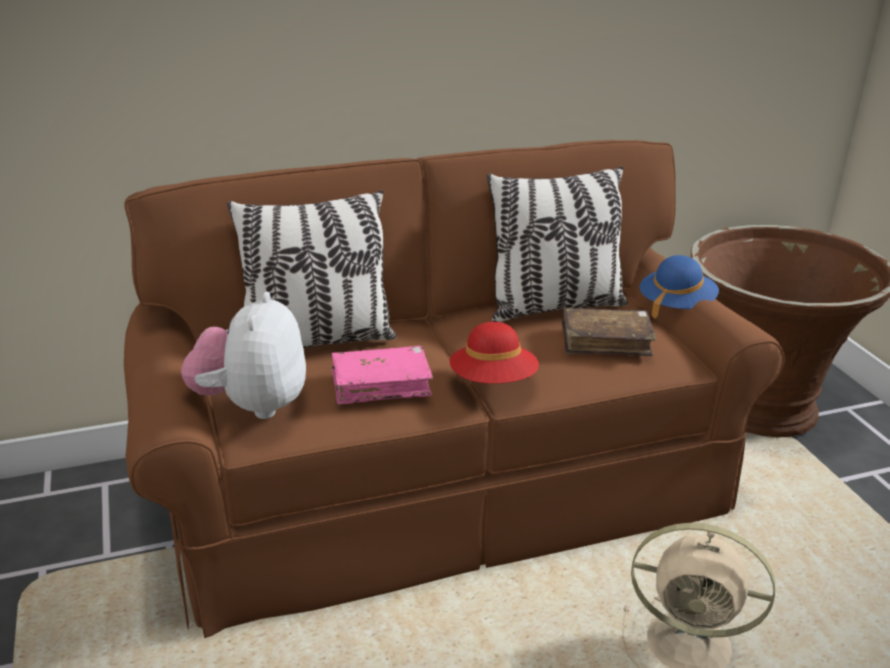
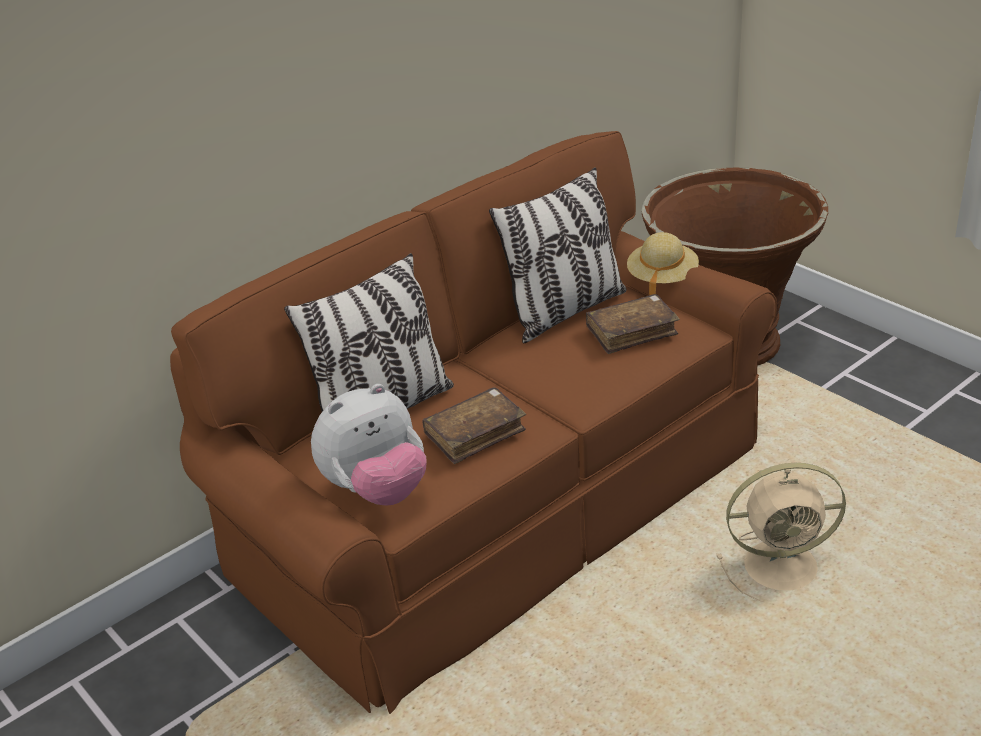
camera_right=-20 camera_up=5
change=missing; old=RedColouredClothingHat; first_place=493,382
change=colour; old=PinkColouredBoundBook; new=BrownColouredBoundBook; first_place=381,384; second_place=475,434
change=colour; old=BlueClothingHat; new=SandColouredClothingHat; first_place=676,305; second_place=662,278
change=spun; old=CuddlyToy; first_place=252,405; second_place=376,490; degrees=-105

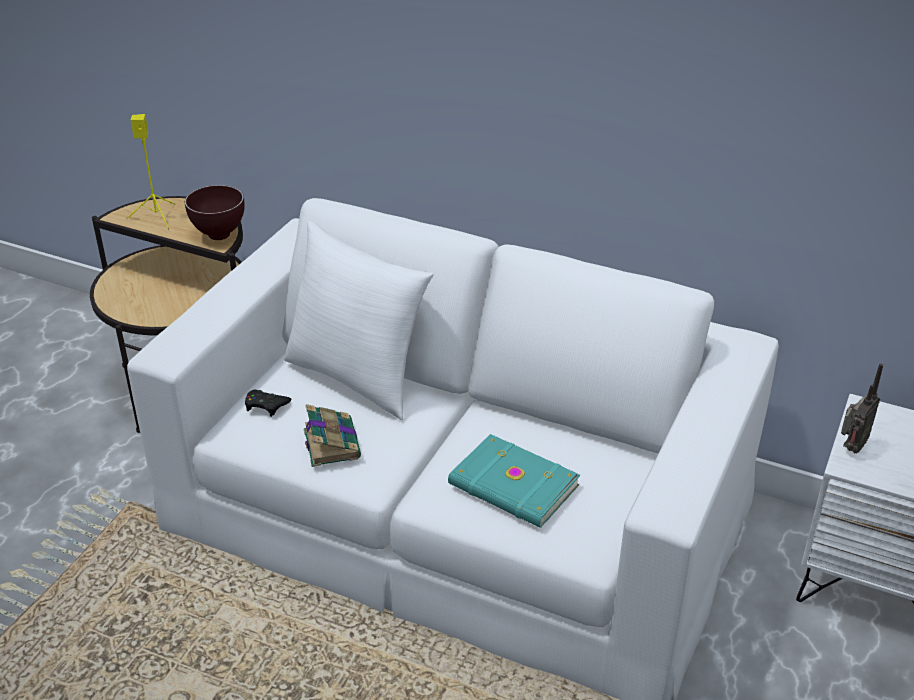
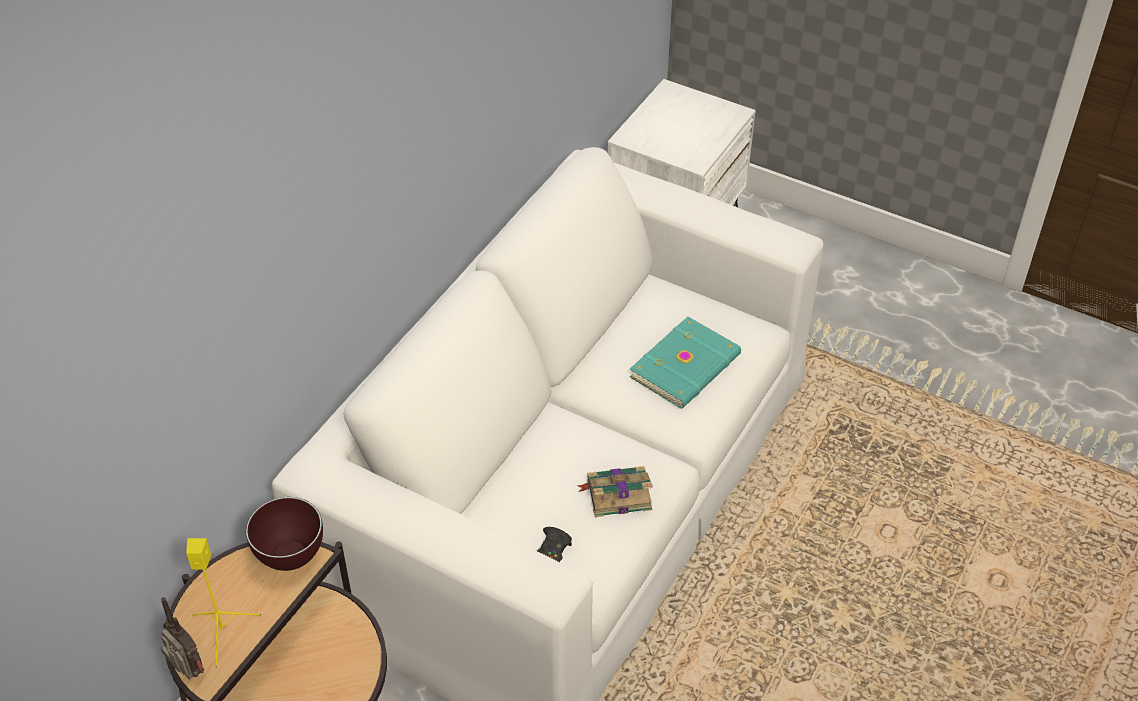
camera_right=-85 camera_up=10
change=missing; old=WhitishCushion; first_place=357,377
change=relocated; old=RadioReceiver; first_place=850,448; second_place=188,673

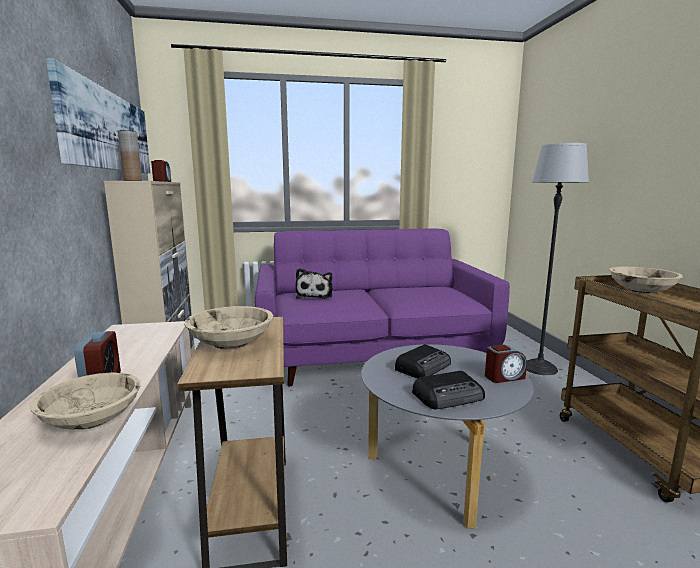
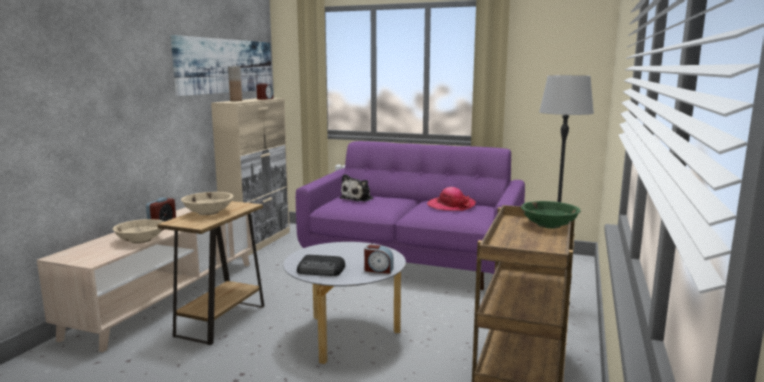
camera_right=30 camera_up=0
change=missing; old=RadioReceiver; first_place=423,366
change=appeared; new=ClothingHat; second_place=451,206
change=colour; old=SandColouredDeepDish; new=GreenDeepDish; first_place=641,291; second_place=548,225

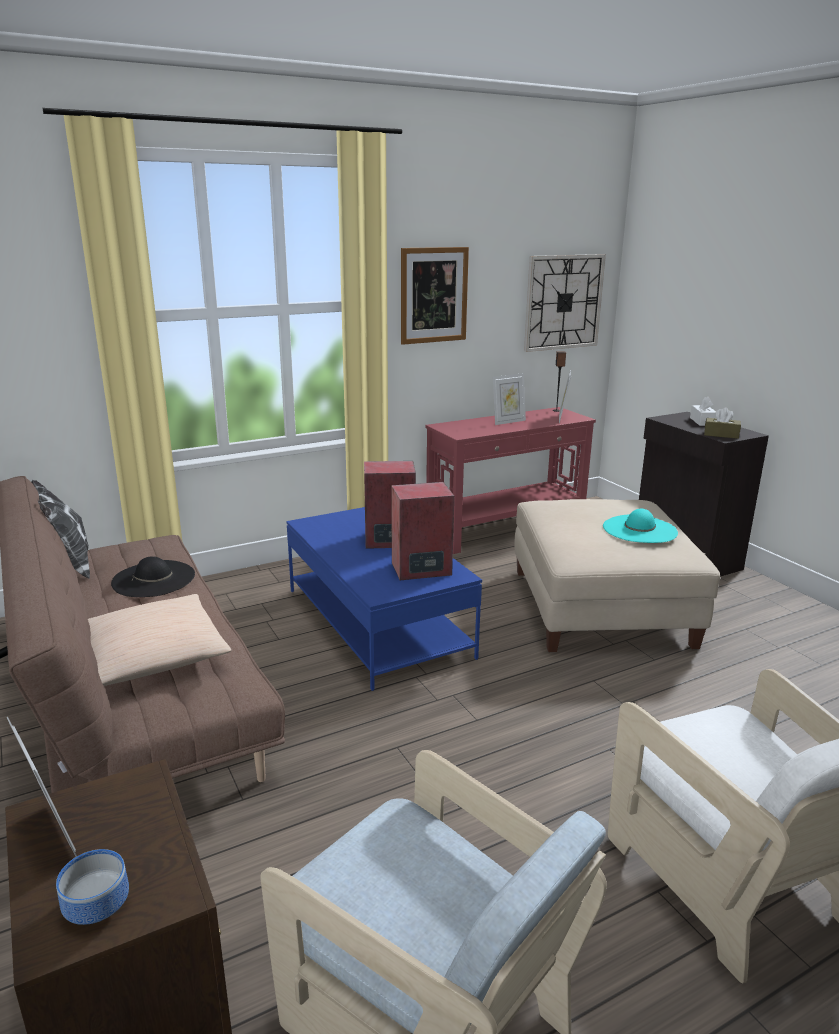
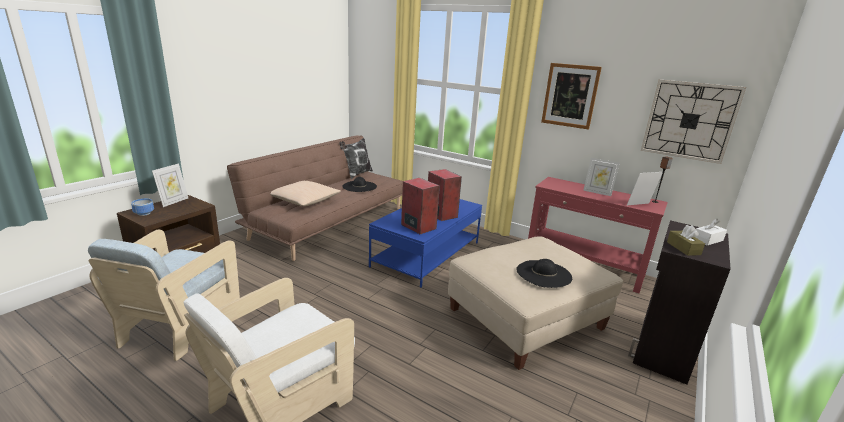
camera_right=60 camera_up=0
change=colour; old=TurquoiseColouredClothingHat; new=BlackClothingHat; first_place=640,529; second_place=543,273

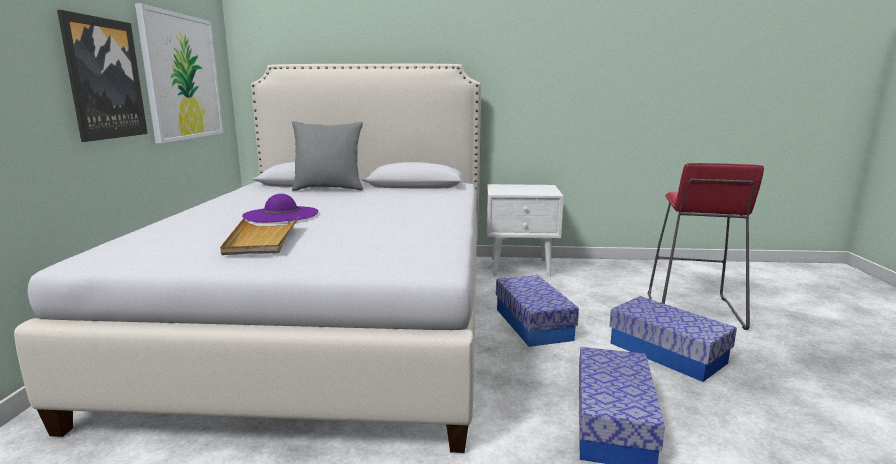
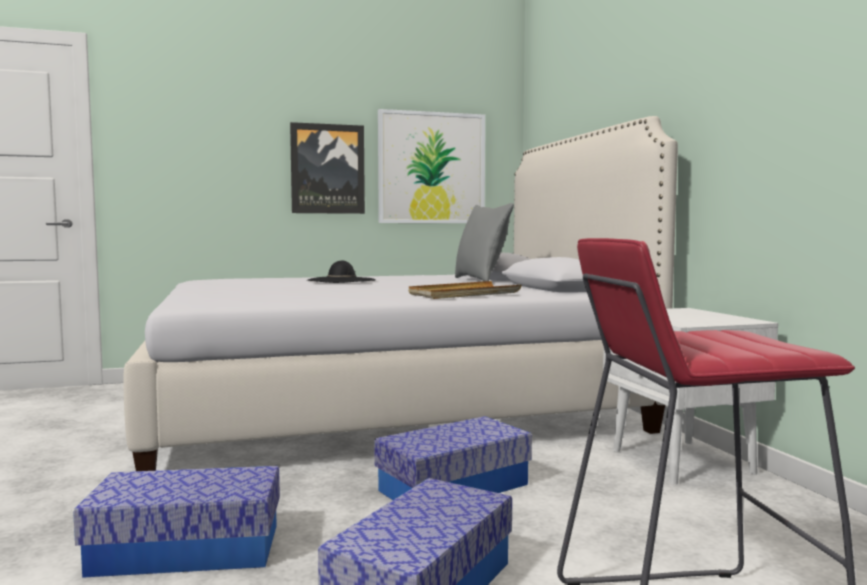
camera_right=70 camera_up=-10
change=relocated; old=SandColouredServingTray; first_place=262,239; second_place=463,294
change=colour; old=PurpleClothingHat; new=BlackClothingHat; first_place=281,214; second_place=341,280

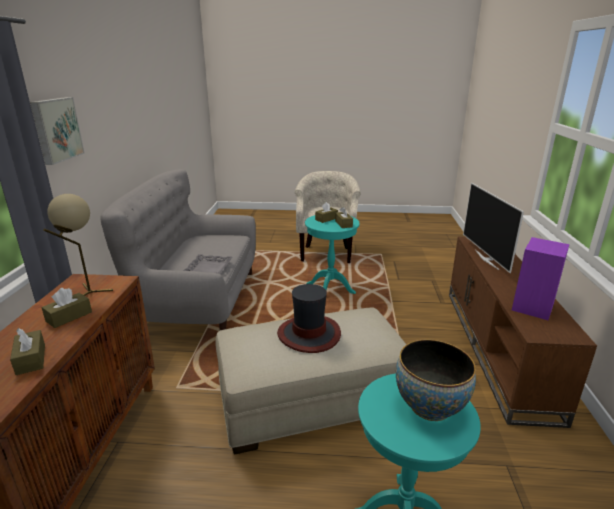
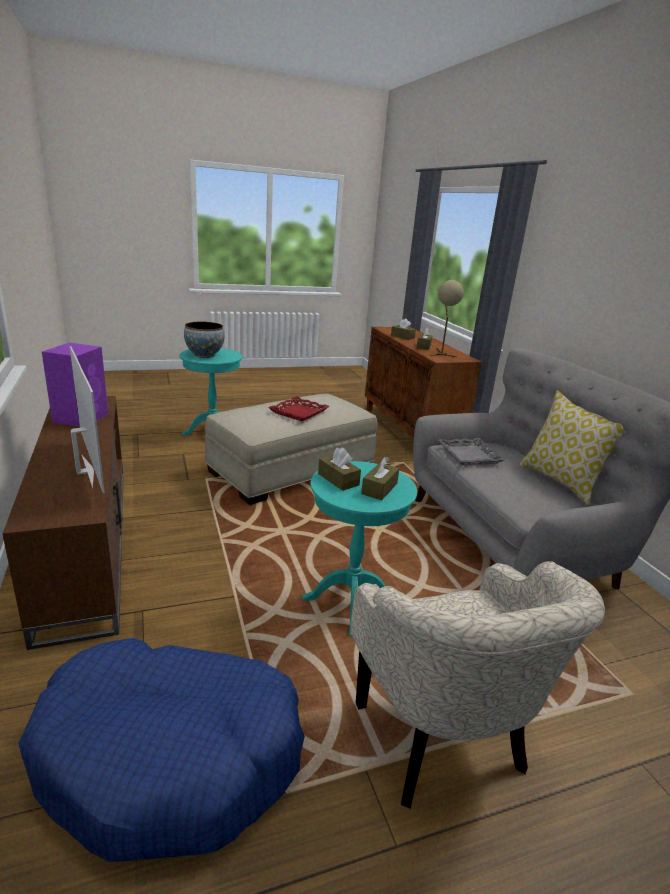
camera_right=155 camera_up=0
change=missing; old=Picture; first_place=56,129
change=appeared; new=BluePetBed; second_place=171,755
change=appeared; new=Cushion; second_place=561,482
change=exchanged; old=ClothingHat; new=RedColouredServingTray; first_place=309,334; second_place=298,412

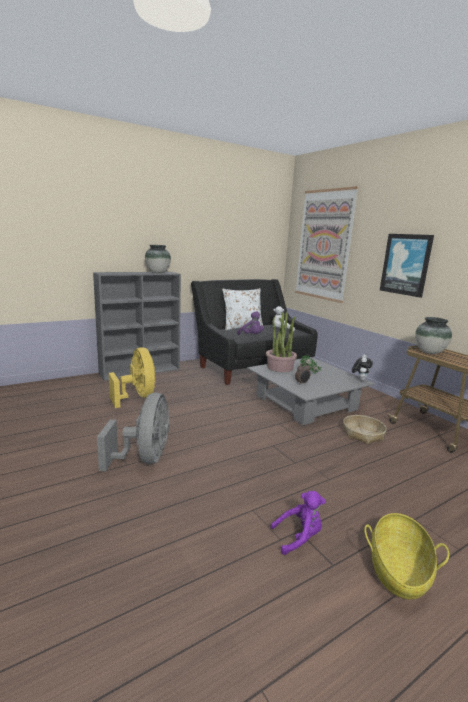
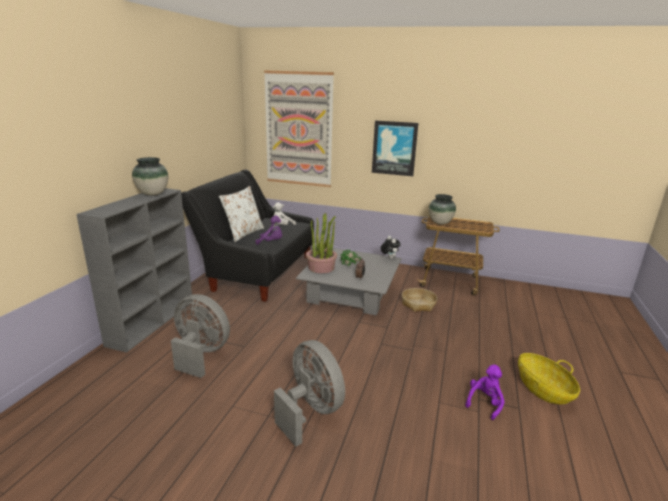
camera_right=-40 camera_up=5
change=colour; old=YellowColouredElectricFan; new=GrayElectricFan; first_place=137,397; second_place=200,354

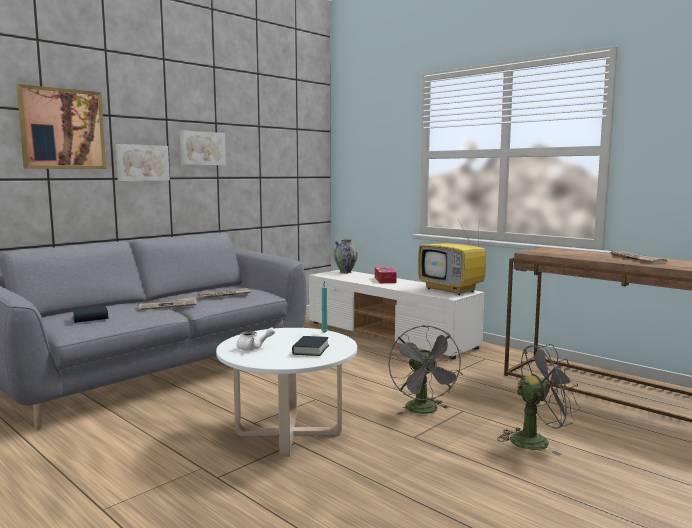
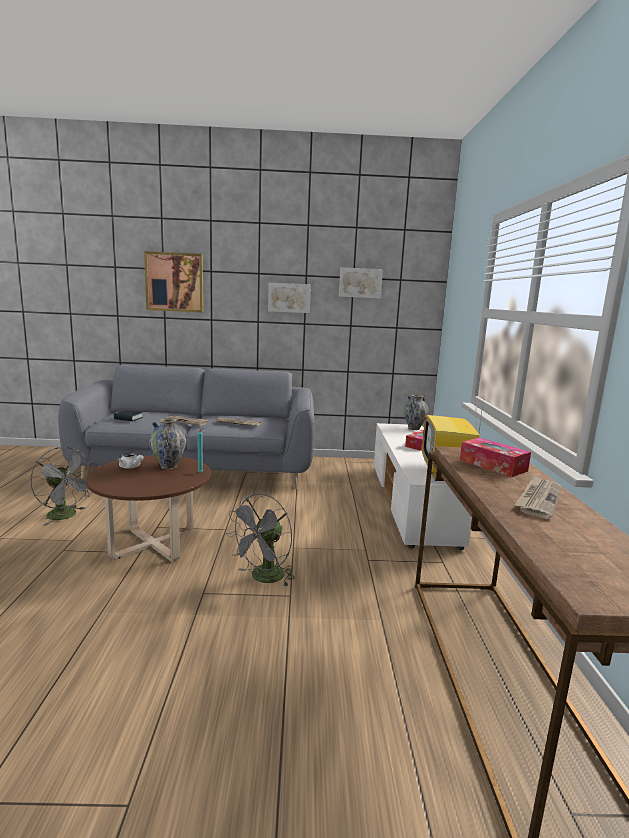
camera_right=45 camera_up=5
change=missing; old=BoundBook; first_place=310,350
change=appeared; new=Vase; second_place=168,466
change=appeared; new=BoxOfTissues; second_place=493,465
change=relocated; old=Picture; first_place=142,163; second_place=360,283
change=relocated; old=GrayElectricFan; first_place=536,440; second_place=66,516
change=colour; old=WhitishLowTable; new=BrownColouredLowTable; first_place=289,433; second_place=153,544

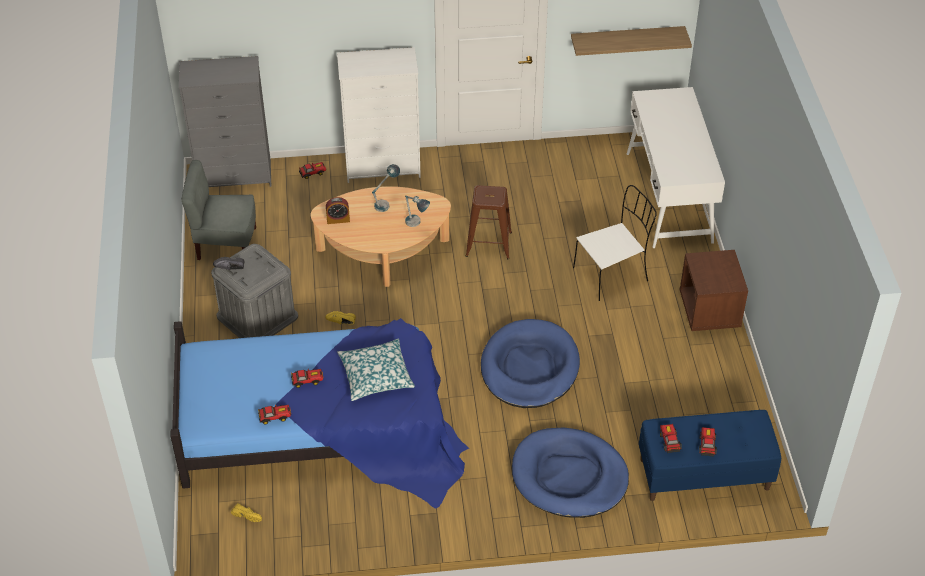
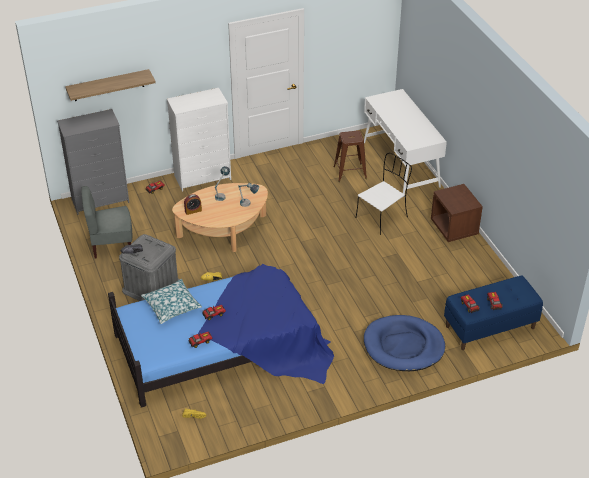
camera_right=-15 camera_up=-5
change=missing; old=BluePetBed; first_place=529,367
change=relocated; old=Cushion; first_place=376,375; second_place=171,306
change=relocated; old=BrownColouredStoolSeat; first_place=488,244; second_place=350,172
change=relocated; old=WallShelf; first_place=627,40; second_place=108,85

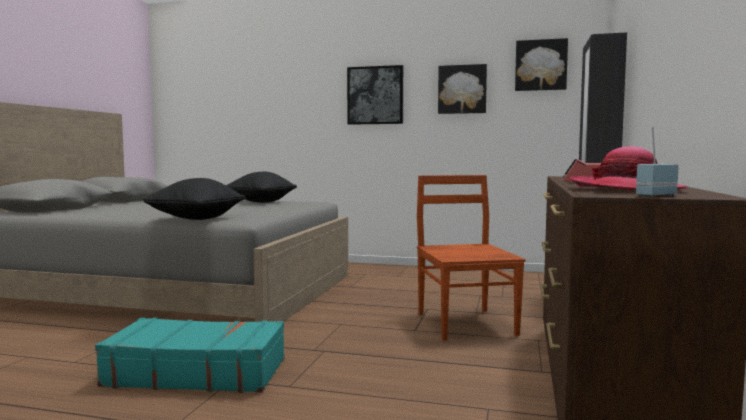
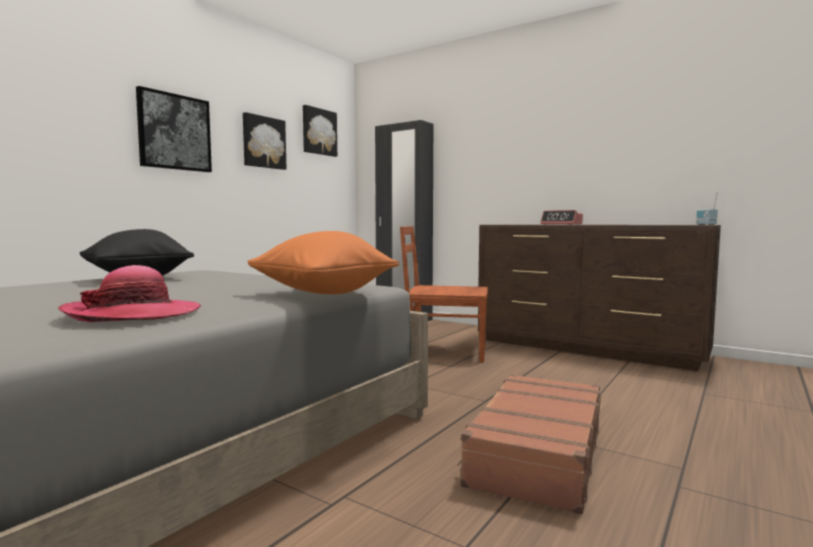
camera_right=-70 camera_up=0
change=relocated; old=ClothingHat; first_place=625,189; second_place=134,315
change=colour; old=TurquoiseColouredTravelCase; new=BrownColouredTravelCase; first_place=196,372; second_place=536,454
change=colour; old=BlackCushion; new=OrangeColouredCushion; first_place=196,219; second_place=324,294

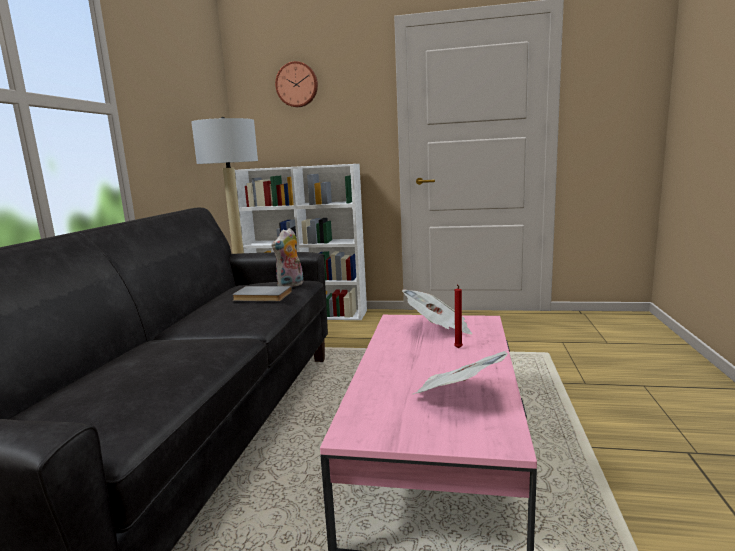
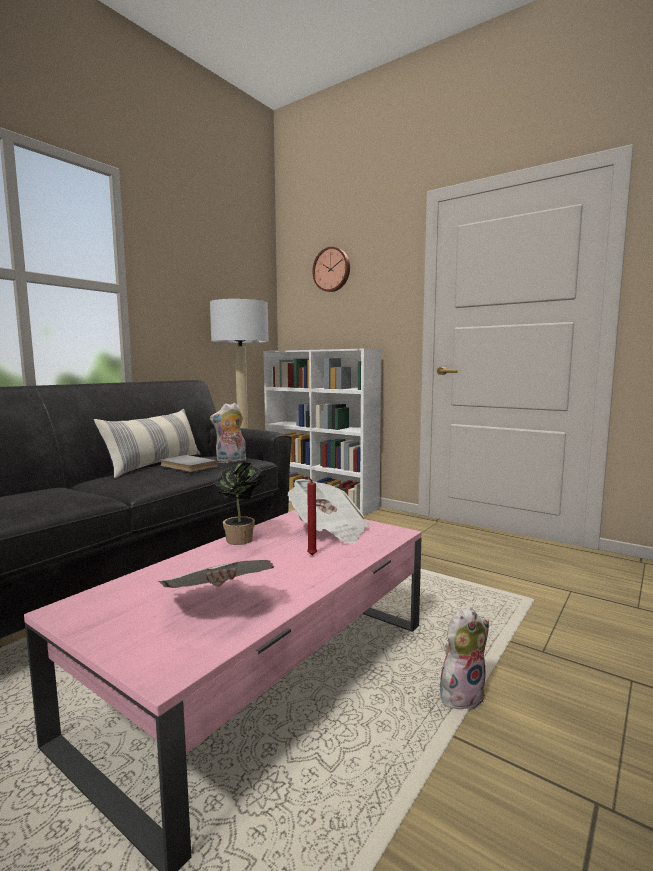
camera_right=25 camera_up=-5
change=appeared; new=Cushion; second_place=155,465
change=appeared; new=PlantInAPot; second_place=242,541
change=appeared; new=CuddlyToy; second_place=461,695

